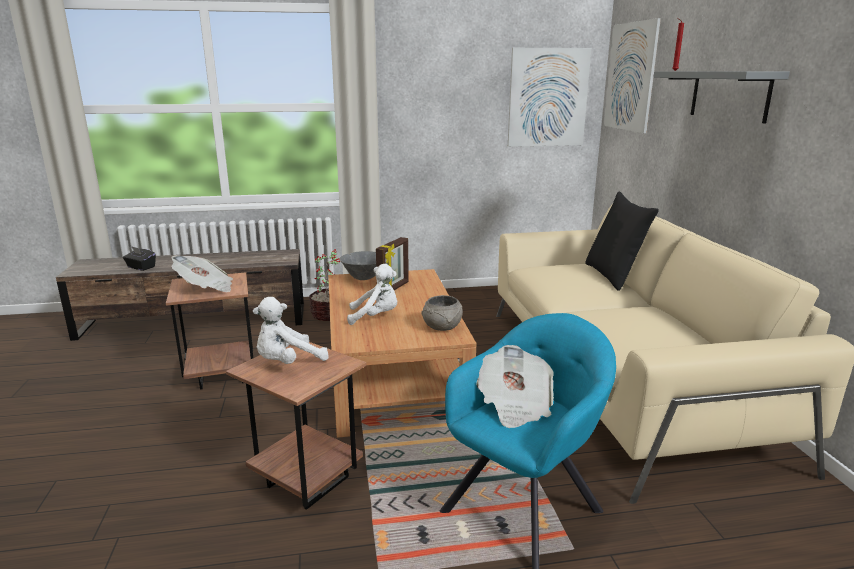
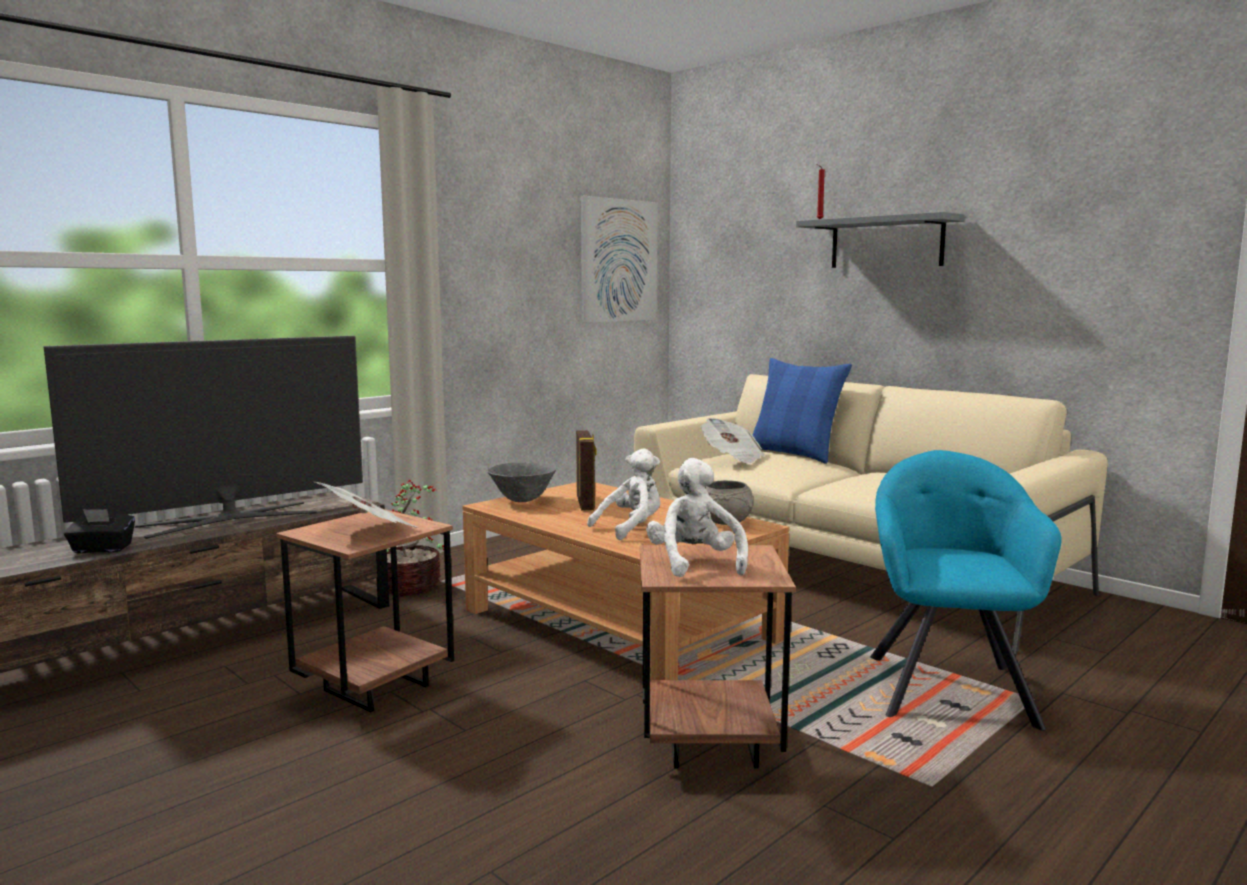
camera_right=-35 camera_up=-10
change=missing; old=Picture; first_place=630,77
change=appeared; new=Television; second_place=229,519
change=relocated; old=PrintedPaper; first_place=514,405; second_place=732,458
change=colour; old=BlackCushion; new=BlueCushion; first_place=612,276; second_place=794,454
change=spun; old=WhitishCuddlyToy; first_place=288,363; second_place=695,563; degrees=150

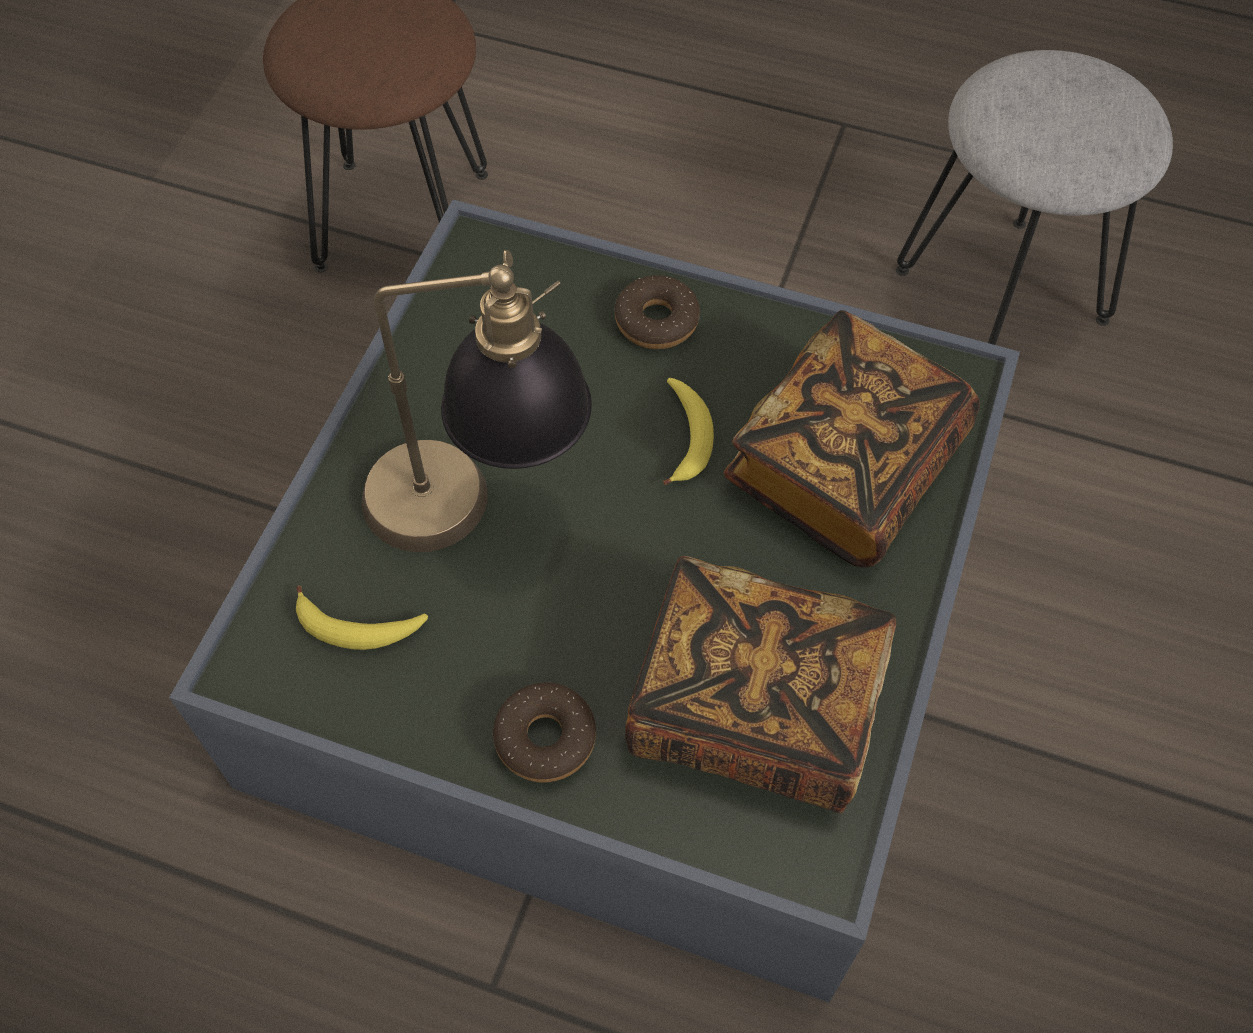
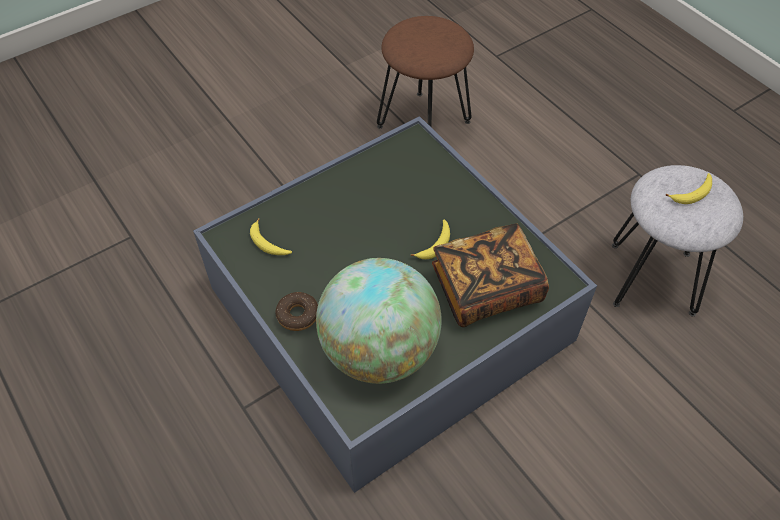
camera_right=35 camera_up=-5
change=missing; old=TabletopLamp; first_place=478,509
change=missing; old=Doughnut; first_place=656,321
change=appeared; new=BananaFruit; second_place=692,193
change=exchanged; old=BoundBook; new=DeskGlobe; first_place=756,709; second_place=379,351

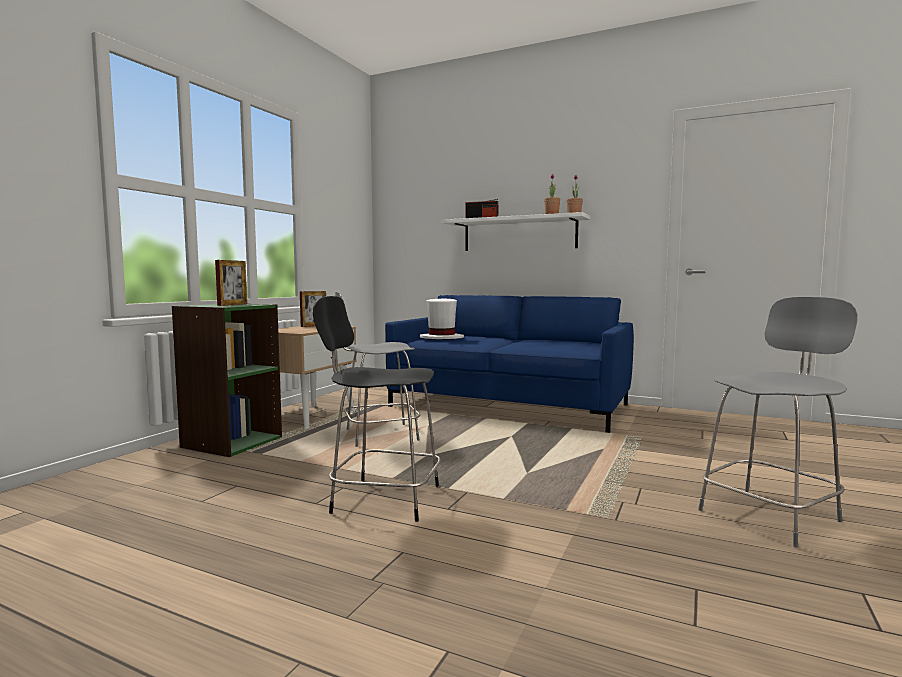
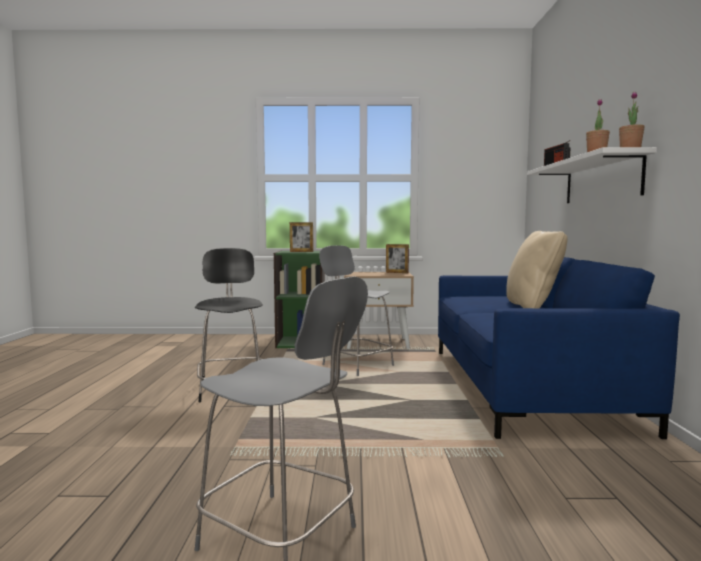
camera_right=65 camera_up=0
change=missing; old=WhitishClothingHat; first_place=441,338
change=appeared; new=SandColouredCushion; second_place=532,307

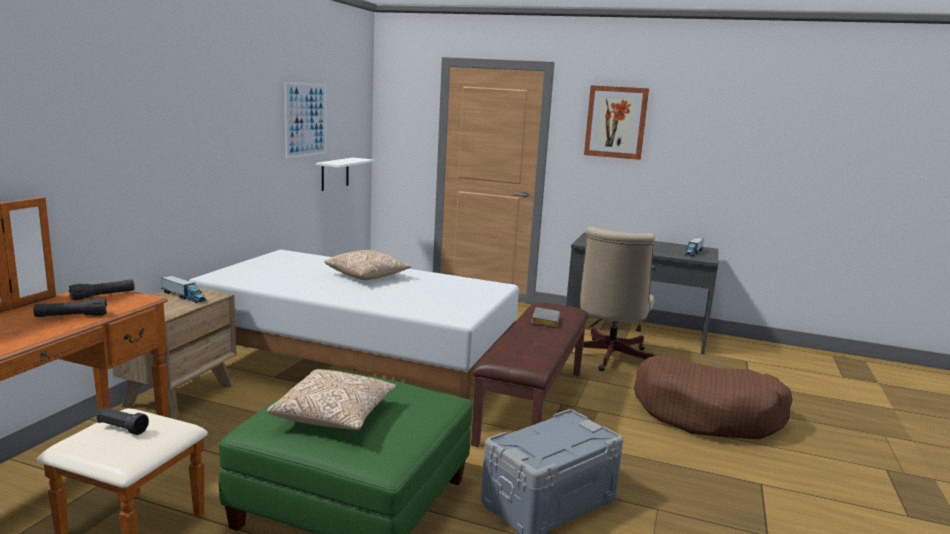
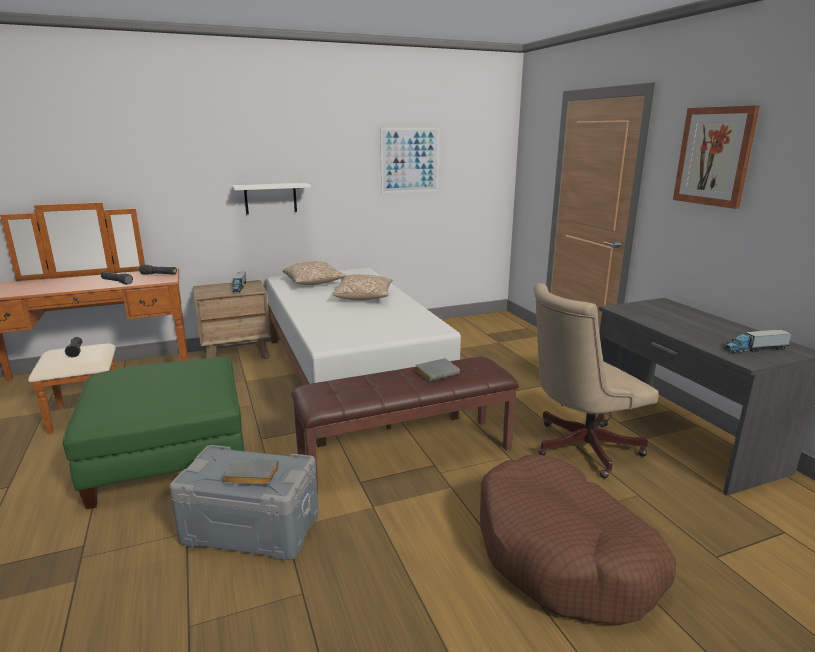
camera_right=50 camera_up=5
change=appeared; new=GrayBoundBook; second_place=250,476
change=relocated; old=Cushion; first_place=334,416; second_place=313,283
change=relocated; old=WhitishWallShelf; first_place=335,174; second_place=270,198

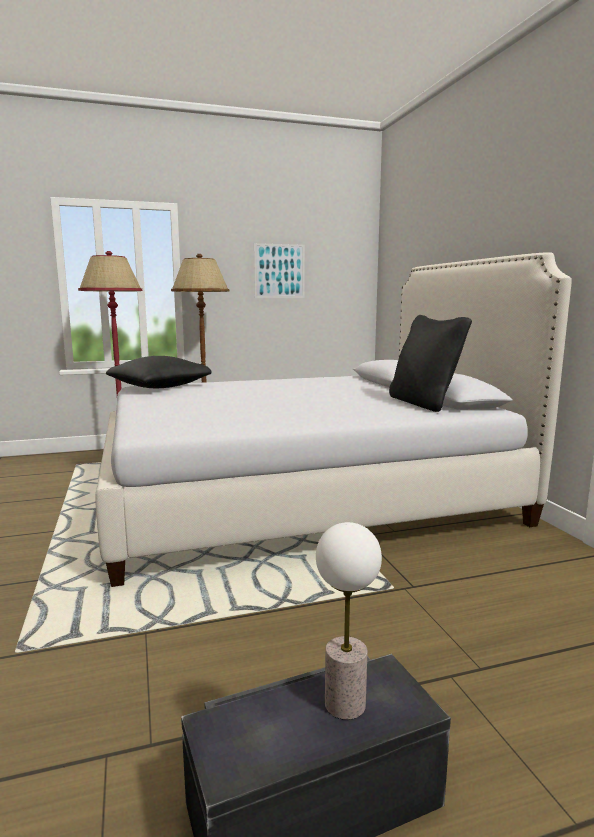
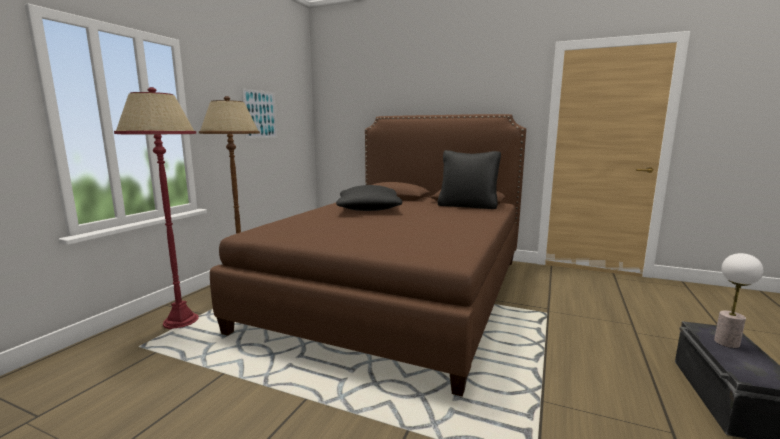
camera_right=-50 camera_up=0
change=relocated; old=BlackCushion; first_place=159,387; second_place=369,209
change=colour; old=WhitishBedroomBed; new=BrownColouredBedroomBed; first_place=303,497; second_place=397,290

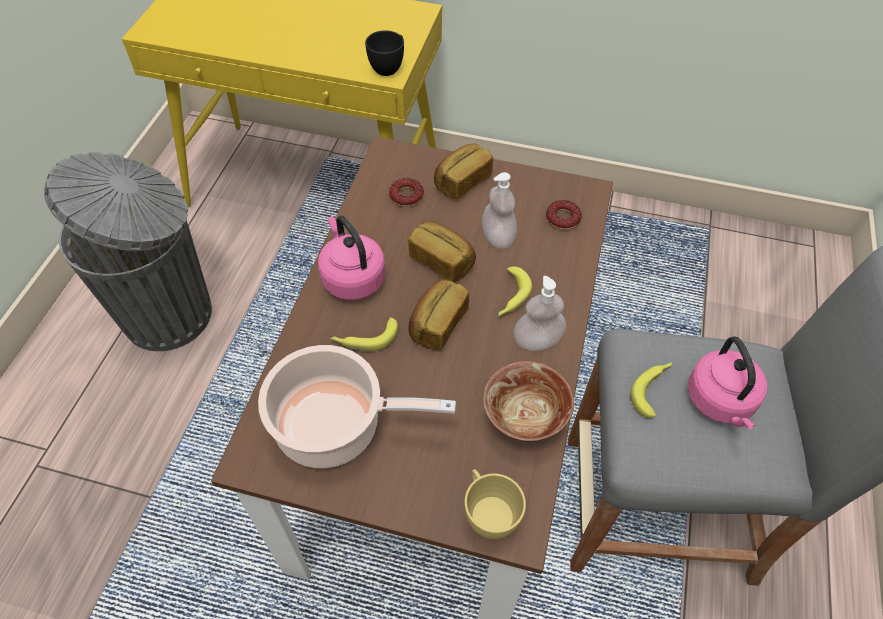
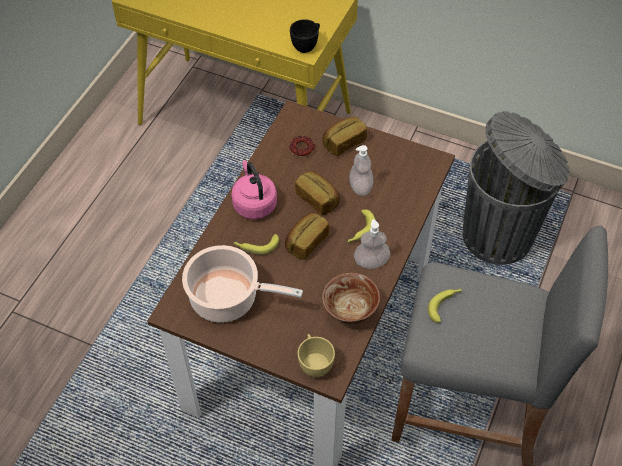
camera_right=10 camera_up=0
change=missing; old=Doughnut; first_place=563,218
change=missing; old=PinkColouredTeaKettle; first_place=720,402
change=relocated; old=GrayRubbishBin; first_place=171,314; second_place=499,235

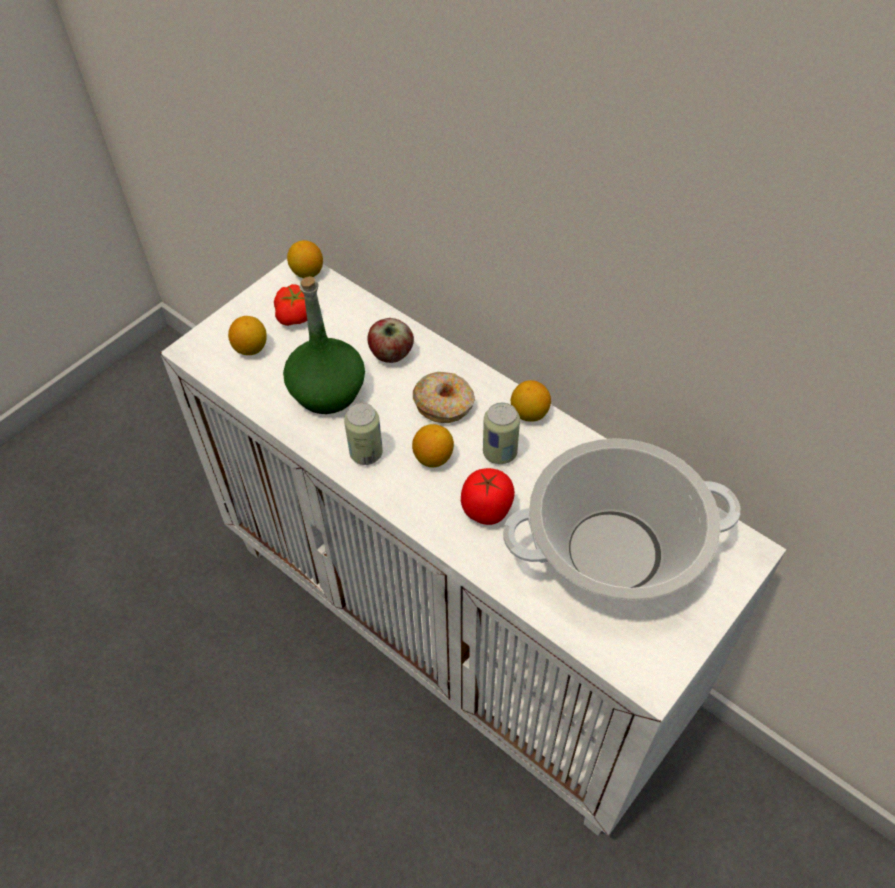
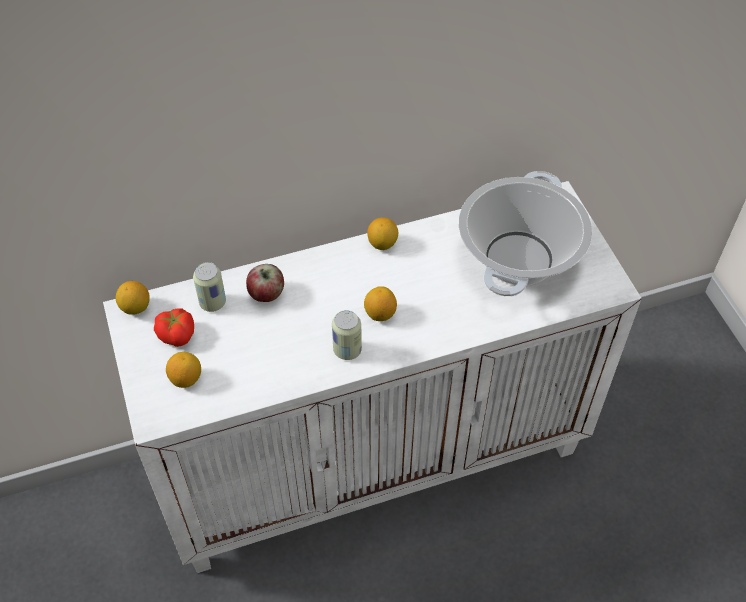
camera_right=-60 camera_up=0
change=missing; old=GreenBottle; first_place=327,392
change=missing; old=Doughnut; first_place=444,404
change=missing; old=FreshTomato; first_place=487,511
change=relocated; old=Can; first_place=500,453; second_place=213,302

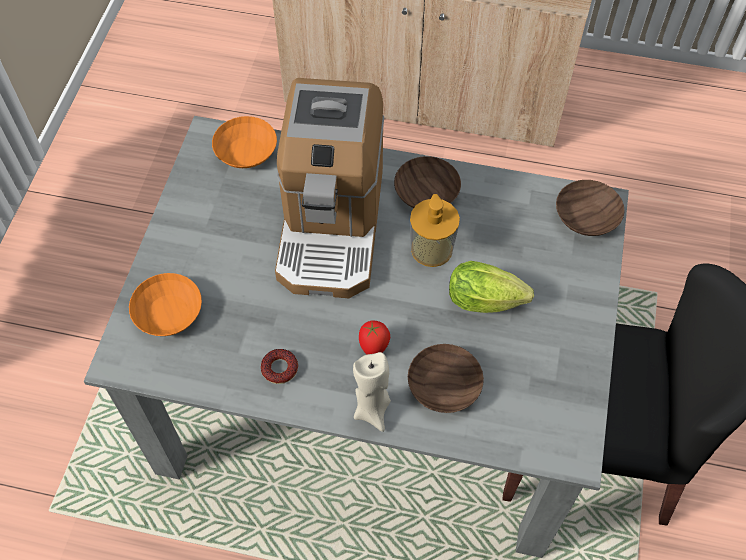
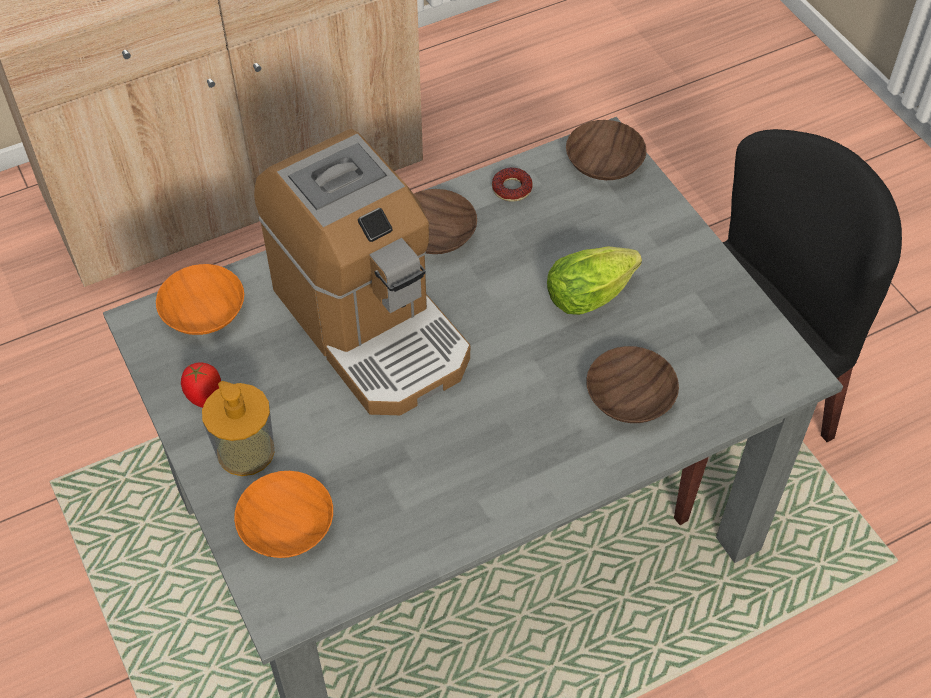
camera_right=-40 camera_up=-5
change=missing; old=SandColouredWaxLight; first_place=372,410
change=relocated; old=Doughnut; first_place=279,369; second_place=511,189
change=relocated; old=FreshTomato; first_place=374,346; second_place=205,397
change=relocated; old=SoapBottle; first_place=431,249; second_place=245,451

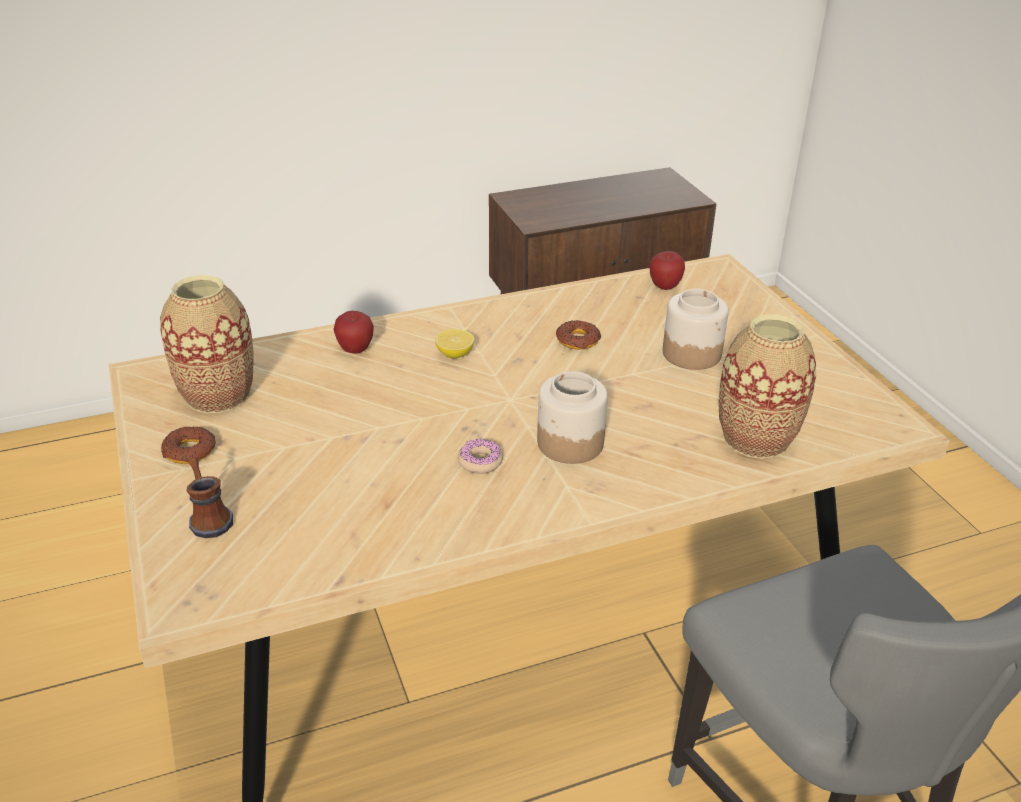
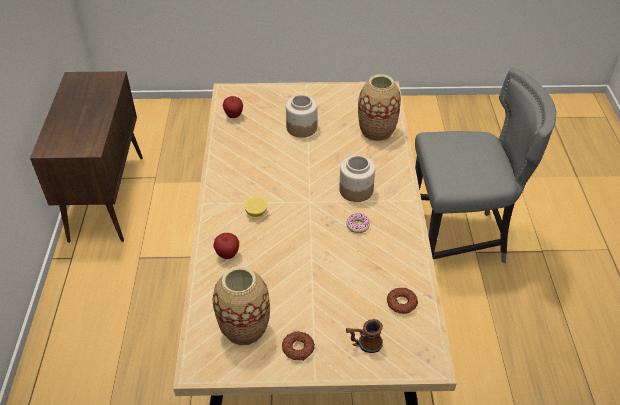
camera_right=-70 camera_up=10
change=relocated; old=Doughnut; first_place=578,340; second_place=401,303

